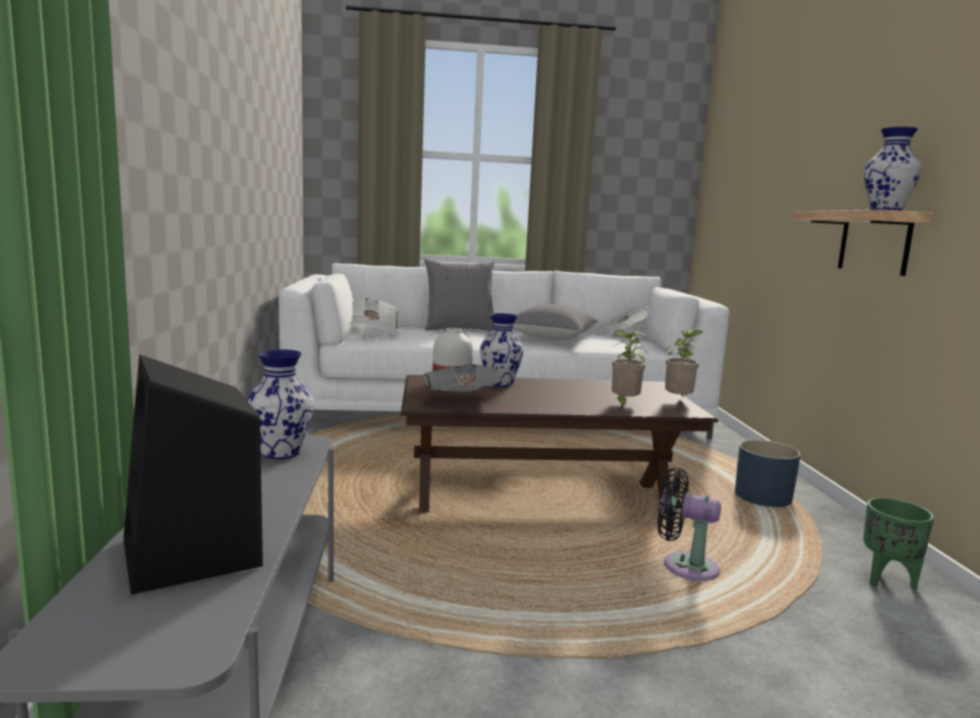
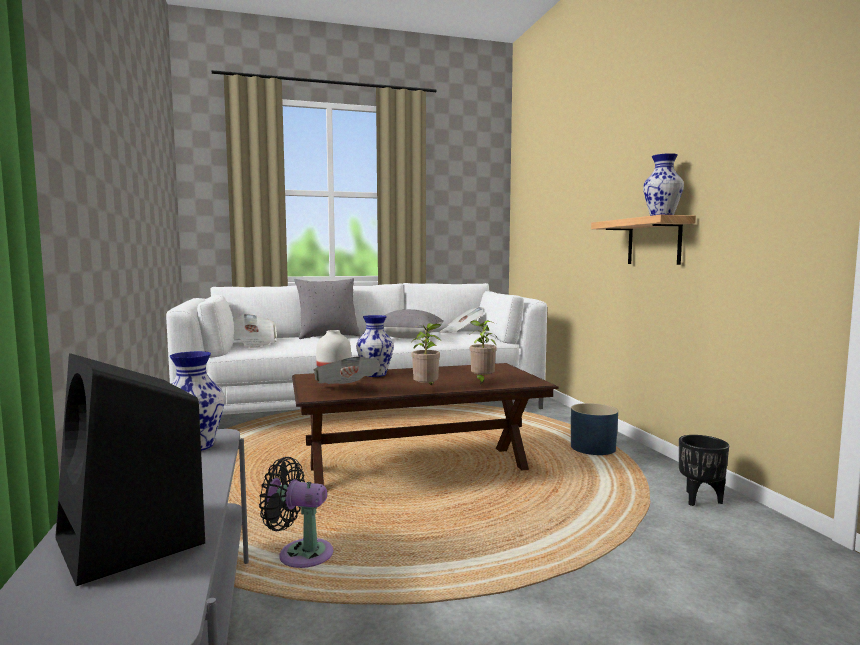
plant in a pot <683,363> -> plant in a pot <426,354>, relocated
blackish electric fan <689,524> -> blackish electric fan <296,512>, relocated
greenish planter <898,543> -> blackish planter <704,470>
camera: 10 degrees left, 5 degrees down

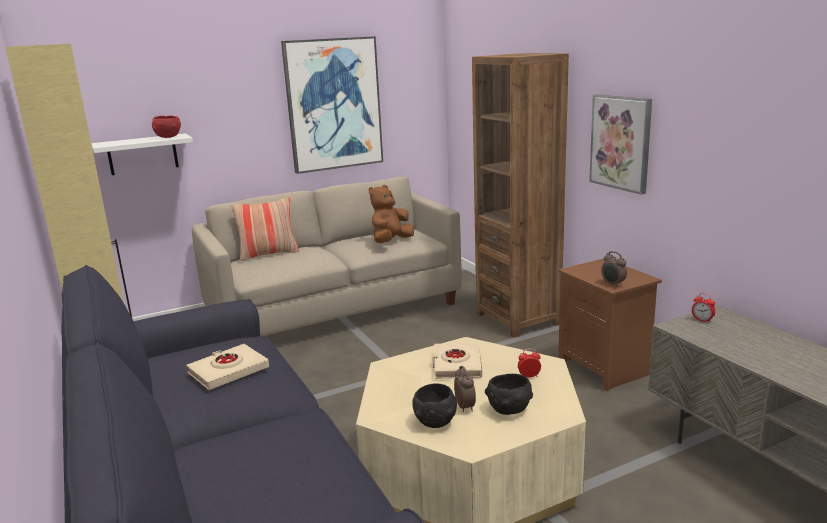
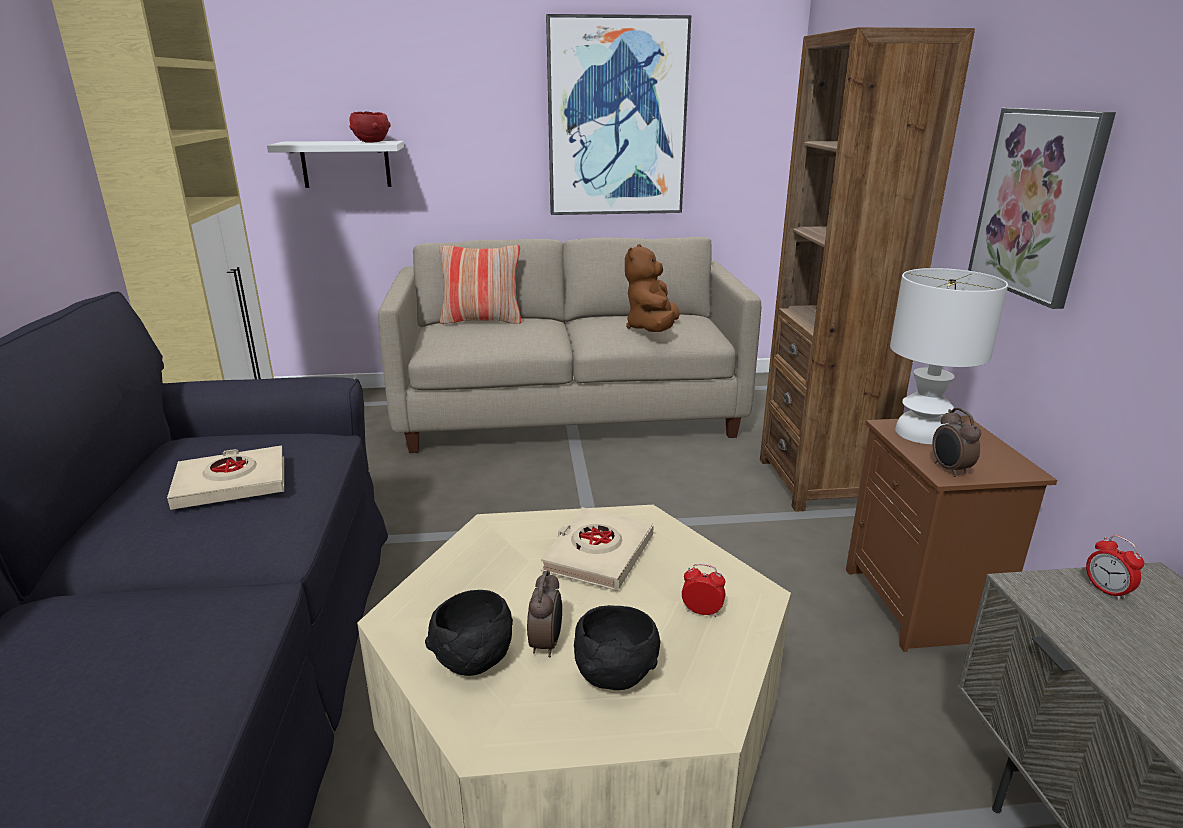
brown soft toy <391,214> -> brown soft toy <652,288>, 45 degrees counterclockwise
none -> white-coloured tabletop lamp <949,356>
camera: 20 degrees right, 5 degrees up

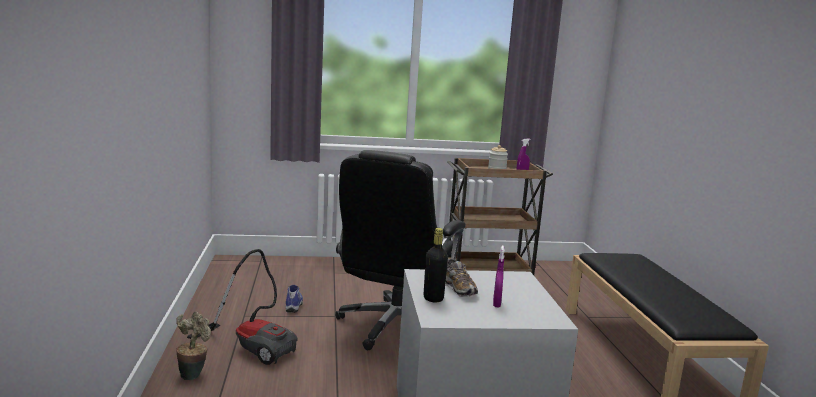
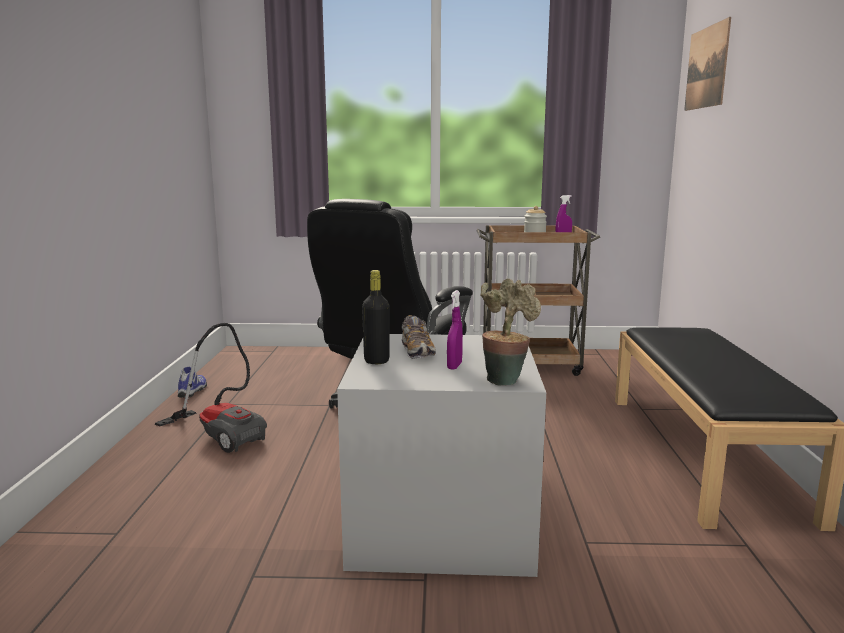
shoe <294,299> -> shoe <192,382>, relocated
plant in a pot <193,345> -> plant in a pot <510,332>, relocated
none -> wall picture <707,64>
camera: 10 degrees right, 0 degrees up

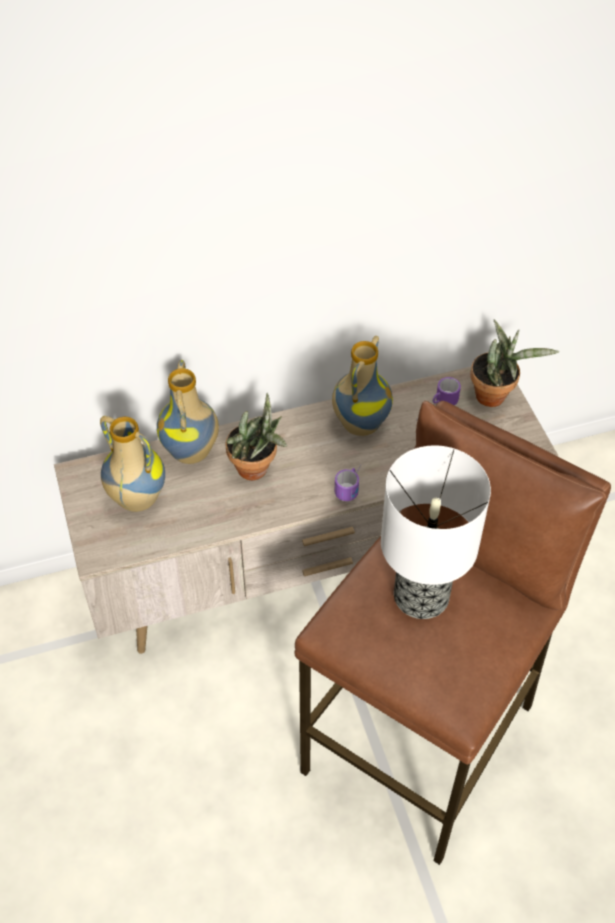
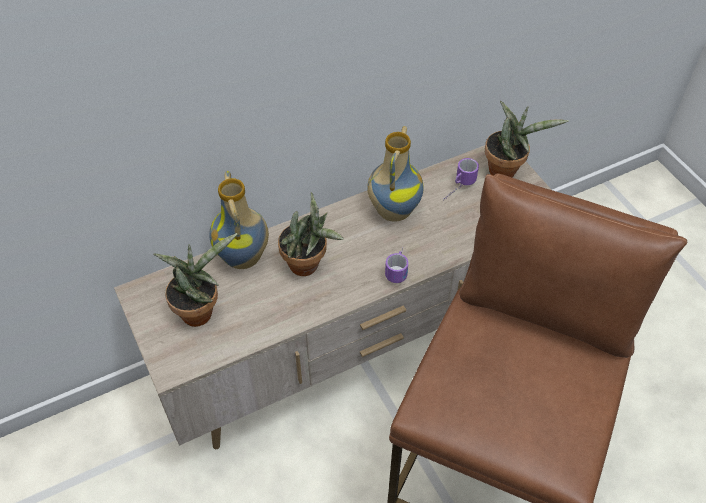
decorative vase <132,464> -> plant in a pot <195,280>
tabletop lamp <436,532> -> none
camera: 10 degrees left, 0 degrees up

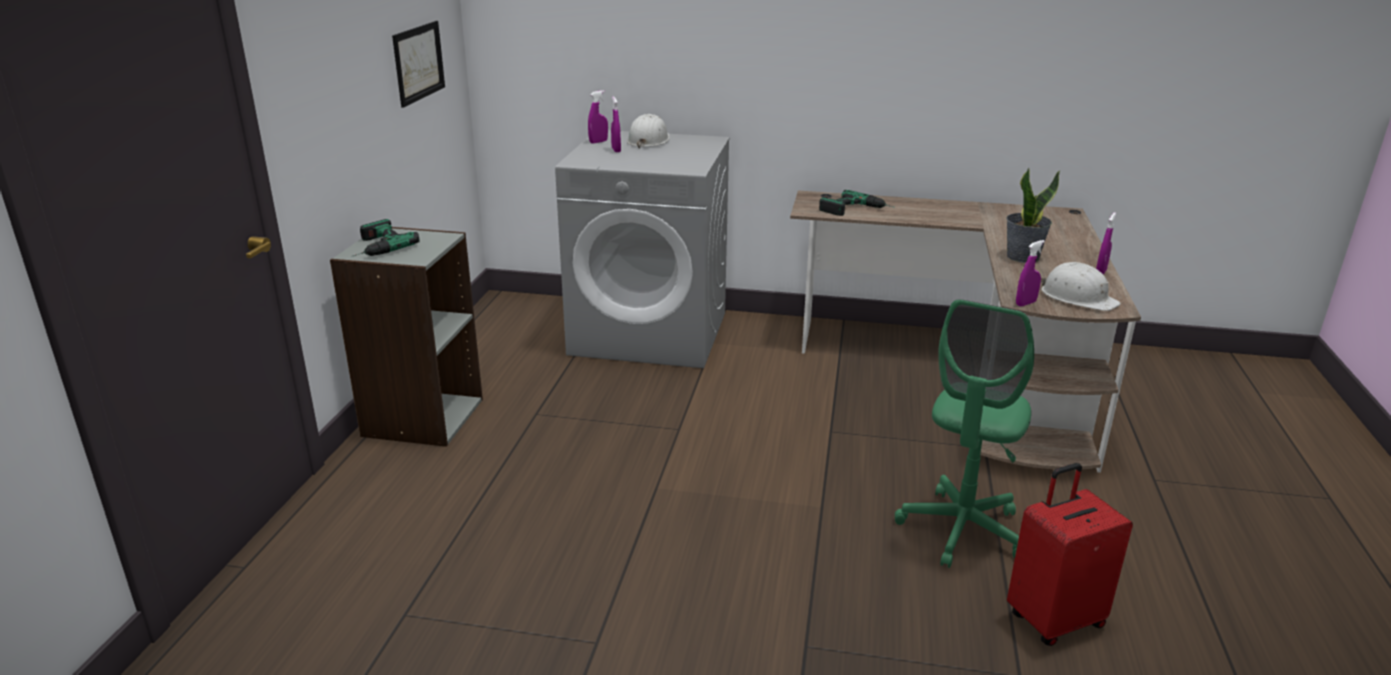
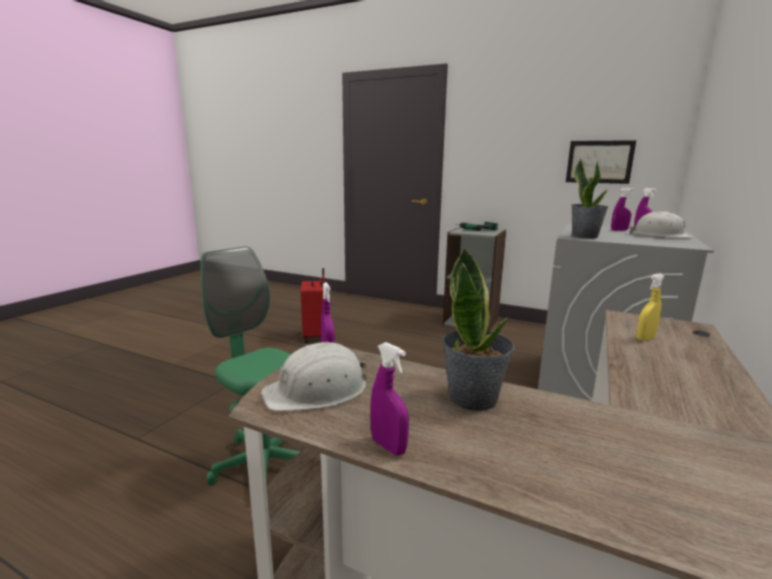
power drill <857,203> -> yellow spray bottle <650,307>
reddish suitcase <1070,554> -> reddish suitcase <313,305>, relocated
none -> plant in a pot <590,199>
camera: 105 degrees right, 10 degrees down

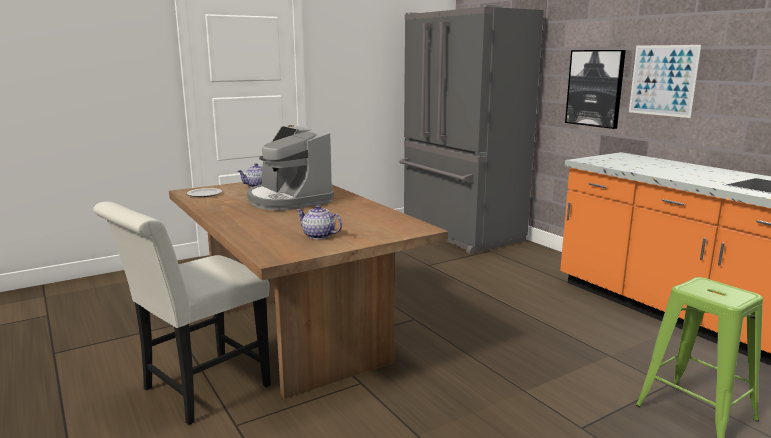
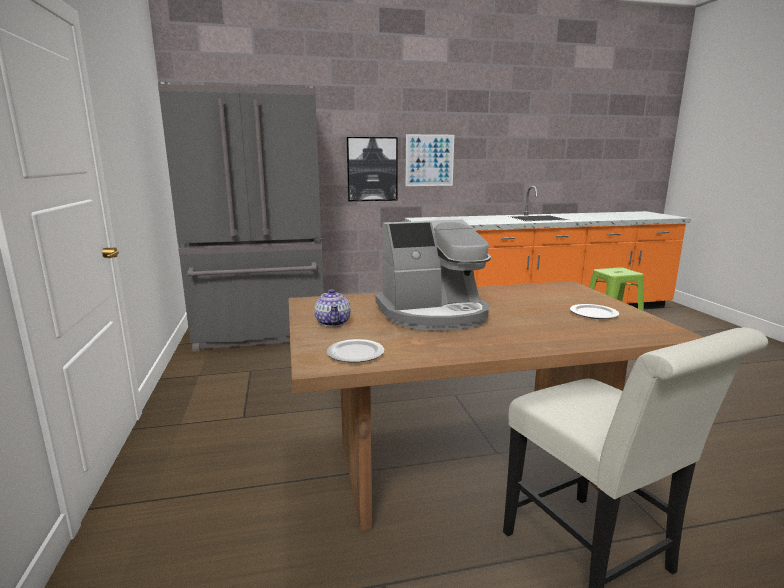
tea pot <319,222> -> dinner plate <594,311>
camera: 70 degrees left, 0 degrees up

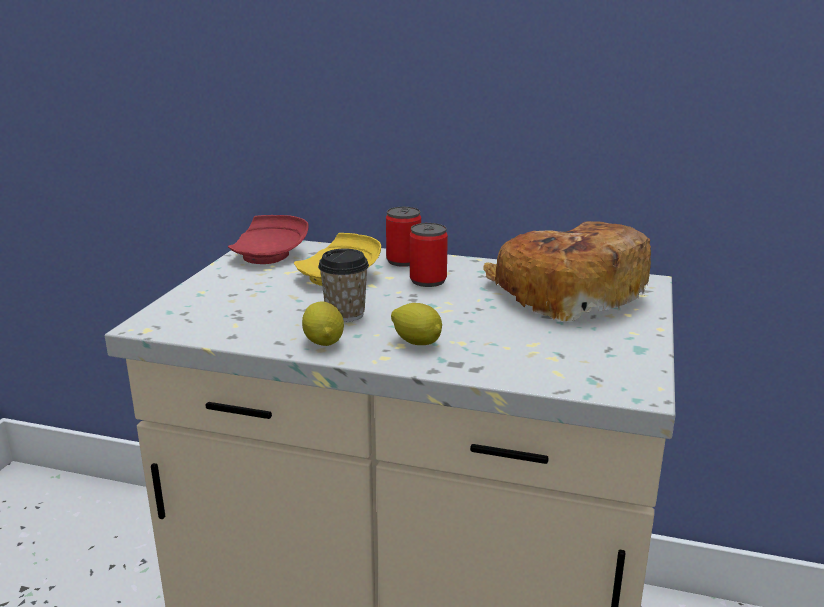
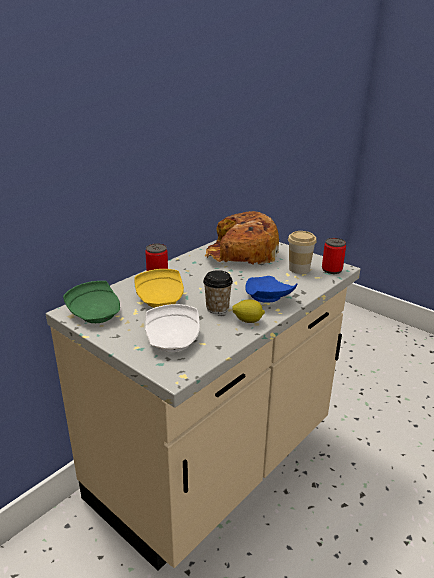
reddish dinner plate <268,239> -> greenish dinner plate <91,302>
metal can <429,255> -> metal can <334,256>, relocated
lemon <416,324> -> blue dinner plate <271,289>
none -> small cup <302,252>
none -> white-coloured dinner plate <172,328>
camera: 65 degrees left, 5 degrees up

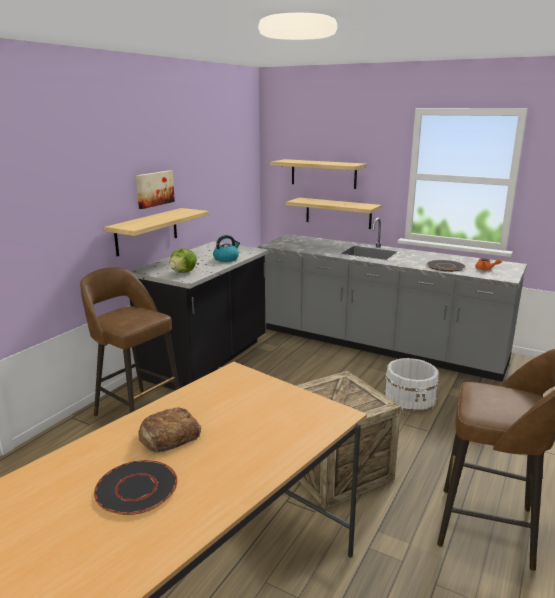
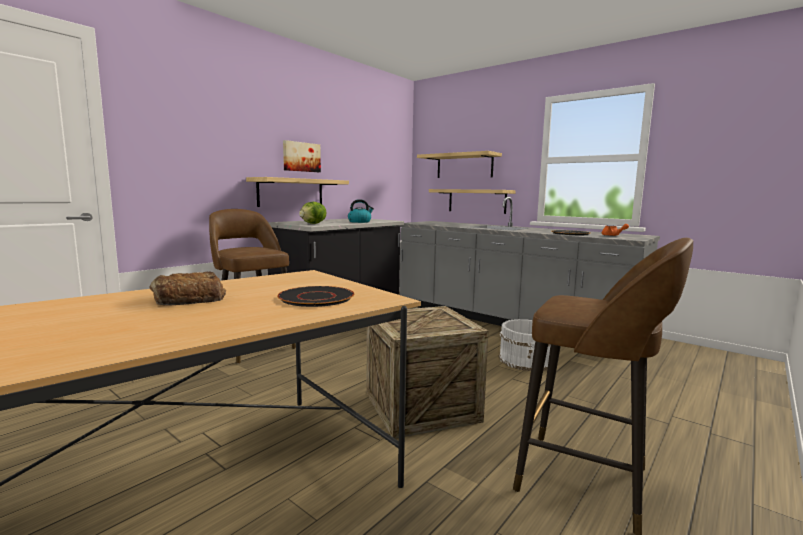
blackish dinner plate <136,487> -> blackish dinner plate <315,296>, relocated
camera: 10 degrees right, 10 degrees down

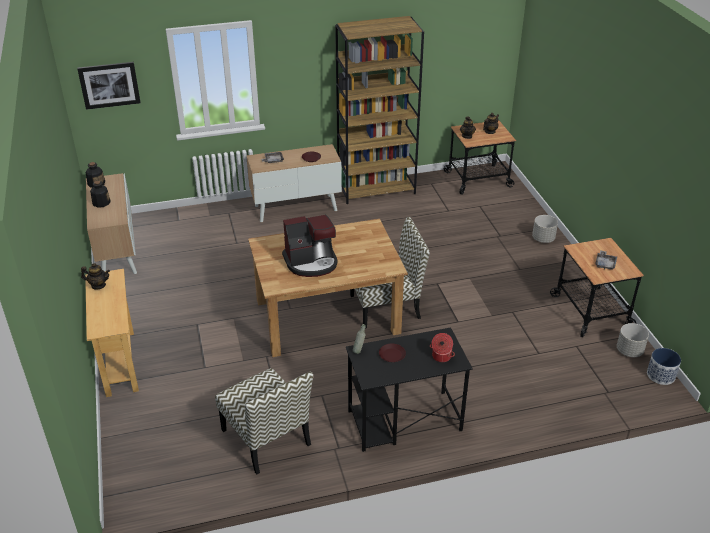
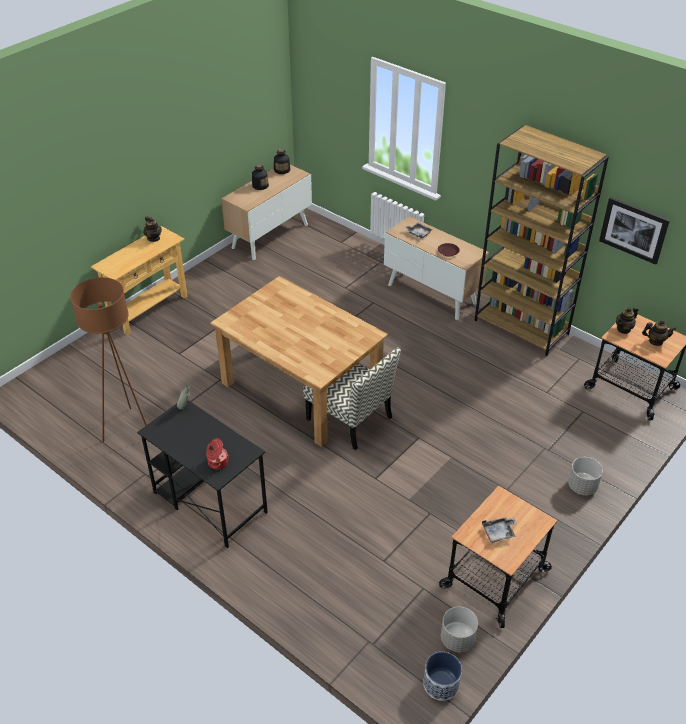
wall picture <109,86> -> wall picture <634,231>, relocated
coffee maker <309,245> -> none
brown dinner plate <392,353> -> none
plain chair <264,421> -> brown floor lamp <108,359>
camera: 55 degrees right, 5 degrees up

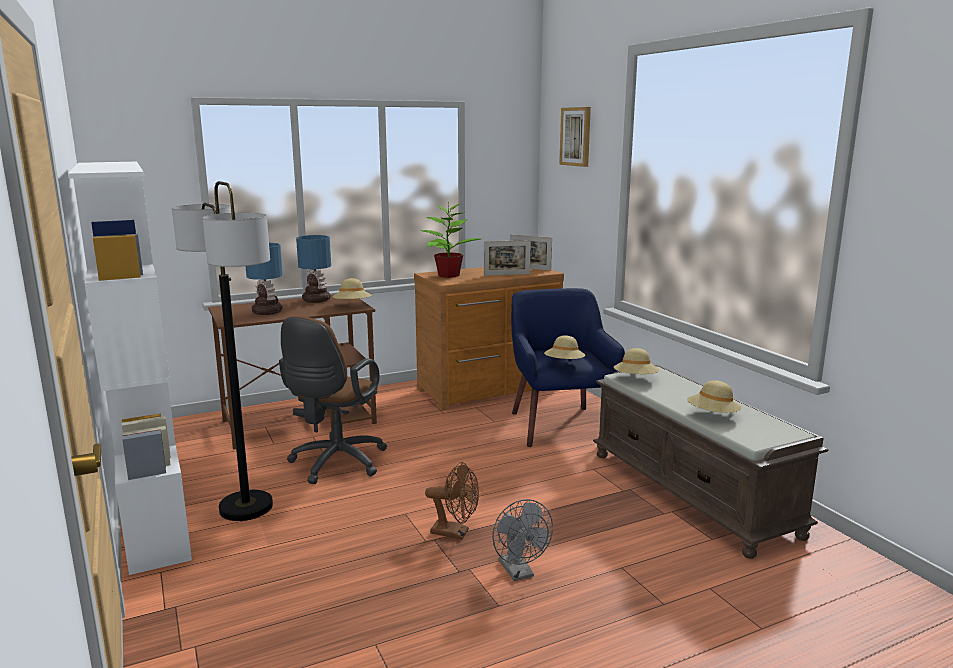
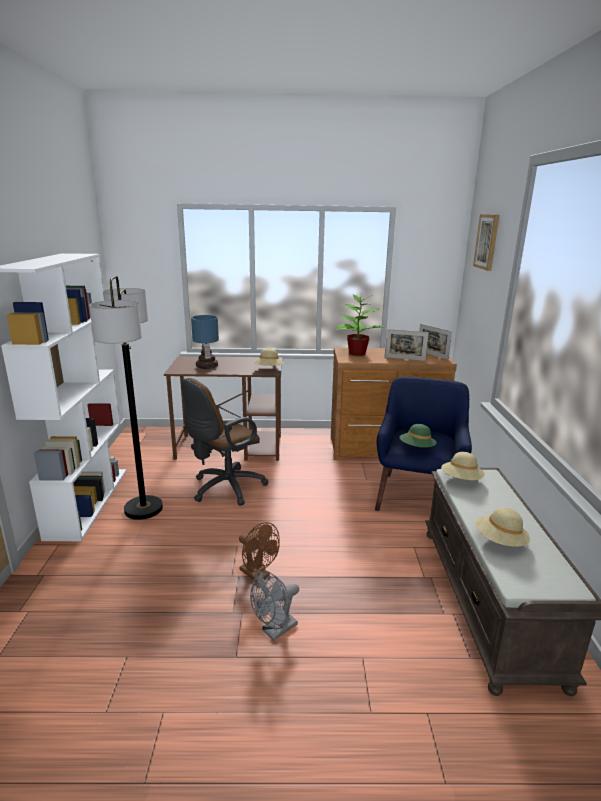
tabletop lamp <313,269> -> none
beige wearable hat <564,347> -> greenish wearable hat <418,436>
gray electric fan <523,540> -> gray electric fan <274,606>, 45 degrees clockwise
camera: 25 degrees right, 5 degrees up

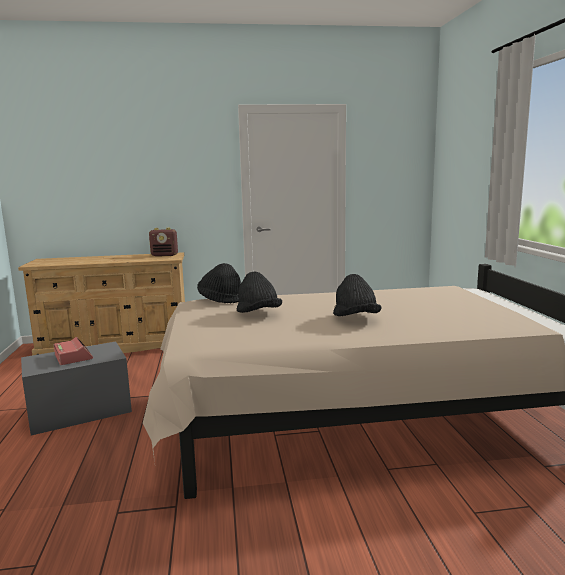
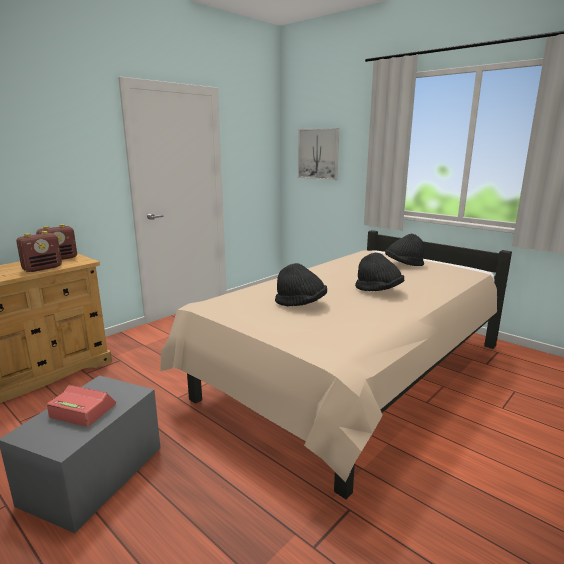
blackish wearable hat <219,283> -> blackish wearable hat <404,250>, relocated
none -> wall picture <318,154>
none -> radio receiver <39,251>
camera: 40 degrees left, 5 degrees up

